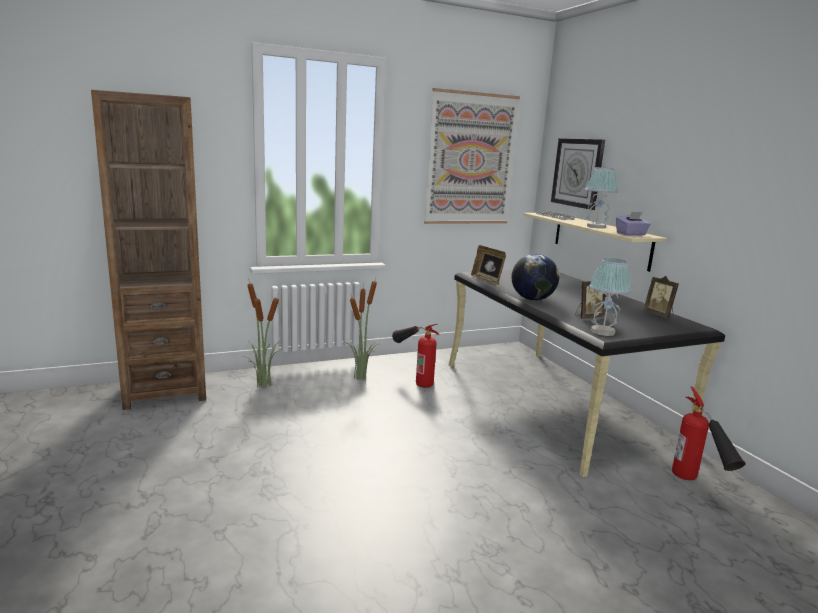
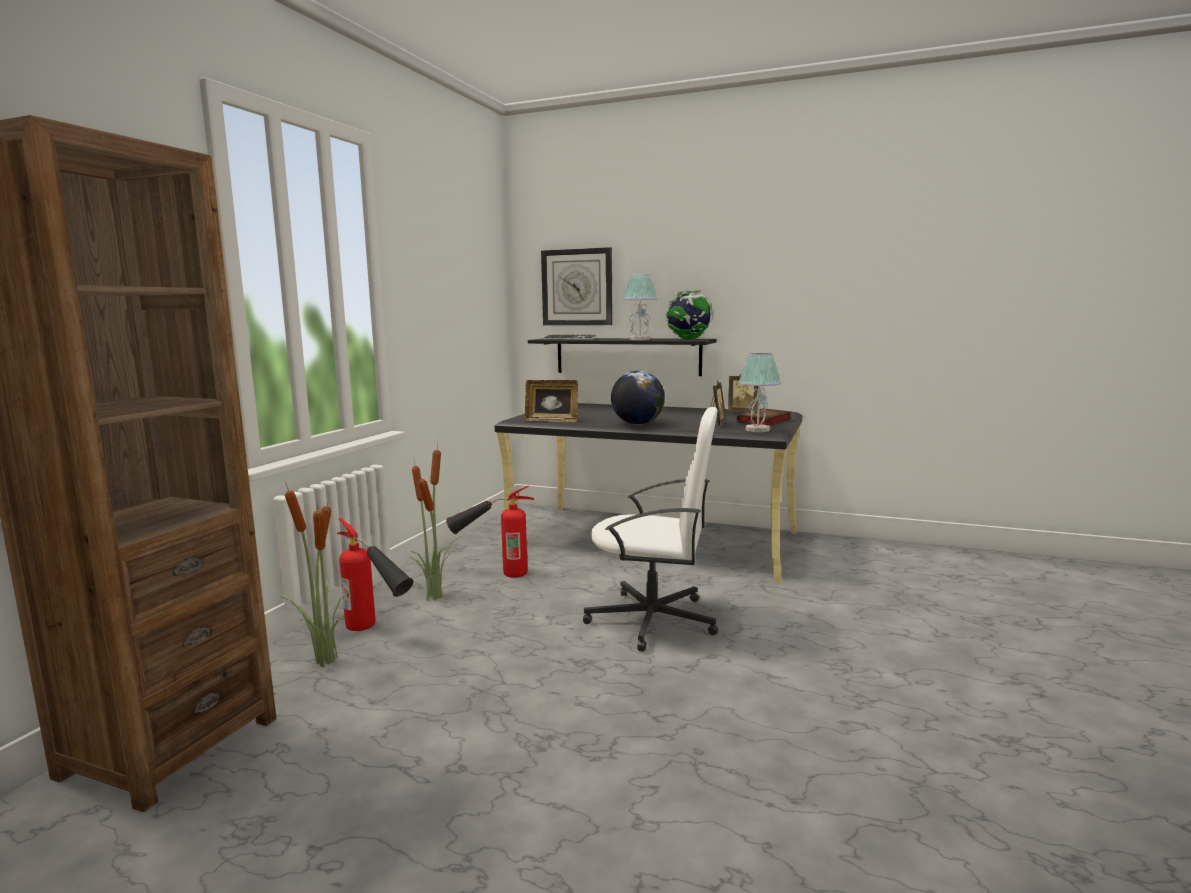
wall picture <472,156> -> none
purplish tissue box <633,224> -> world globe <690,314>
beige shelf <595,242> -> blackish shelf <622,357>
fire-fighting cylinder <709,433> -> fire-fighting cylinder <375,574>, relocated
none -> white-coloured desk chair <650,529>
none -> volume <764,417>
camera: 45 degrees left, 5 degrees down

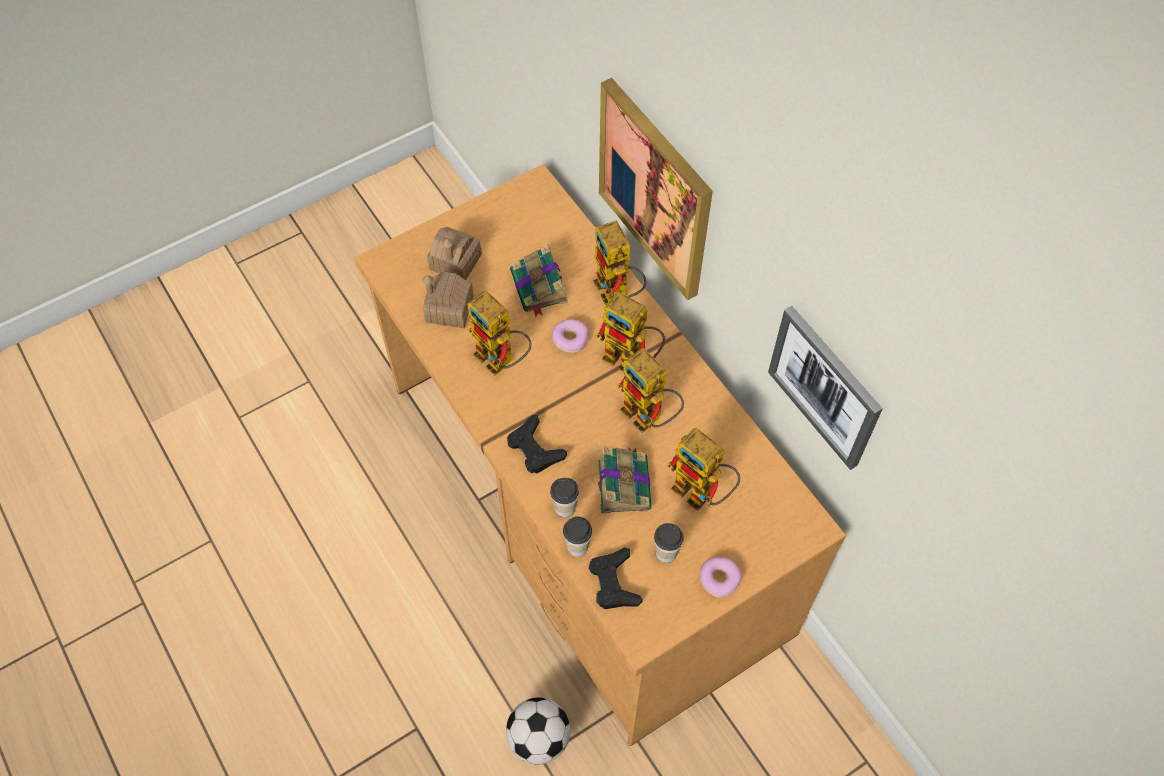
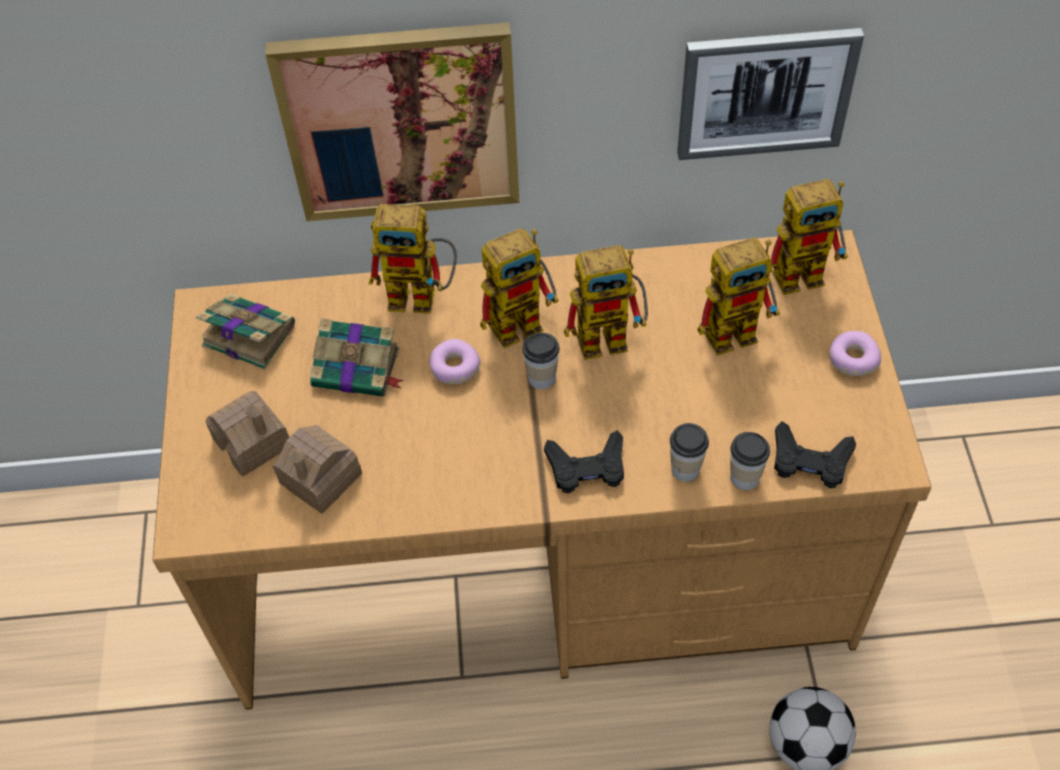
model robot <499,333> -> model robot <809,237>, relocated
volume <625,479> -> volume <245,332>, relocated
small cup <669,543> -> small cup <540,361>, relocated
camera: 60 degrees left, 5 degrees down

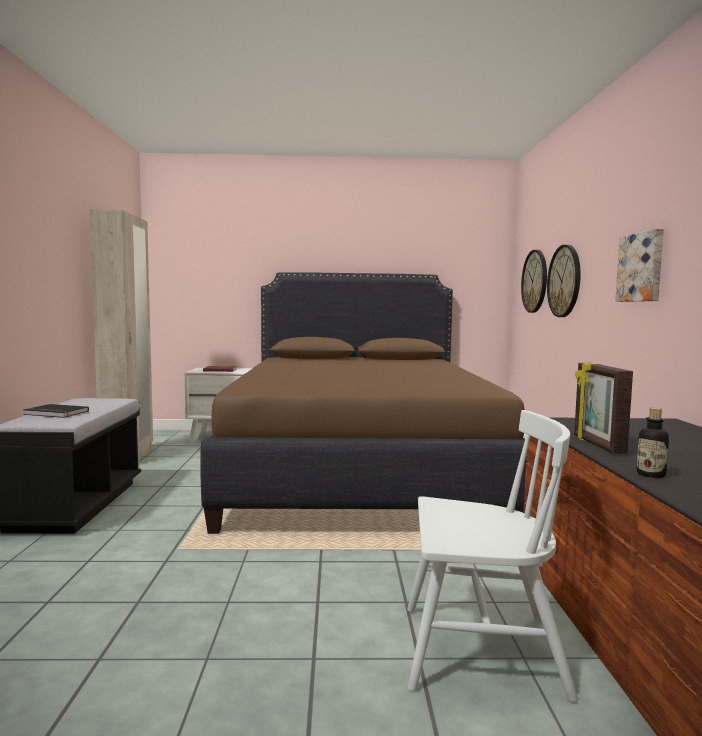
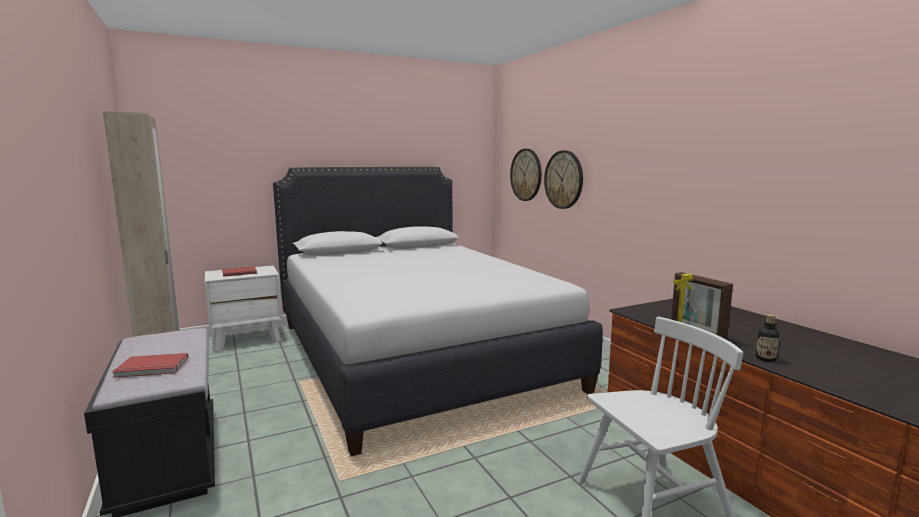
wall picture <639,265> -> none
brown bed <363,403> -> white-coloured bed <438,311>
blackish volume <56,411> -> reddish volume <150,365>
camera: 25 degrees left, 5 degrees up

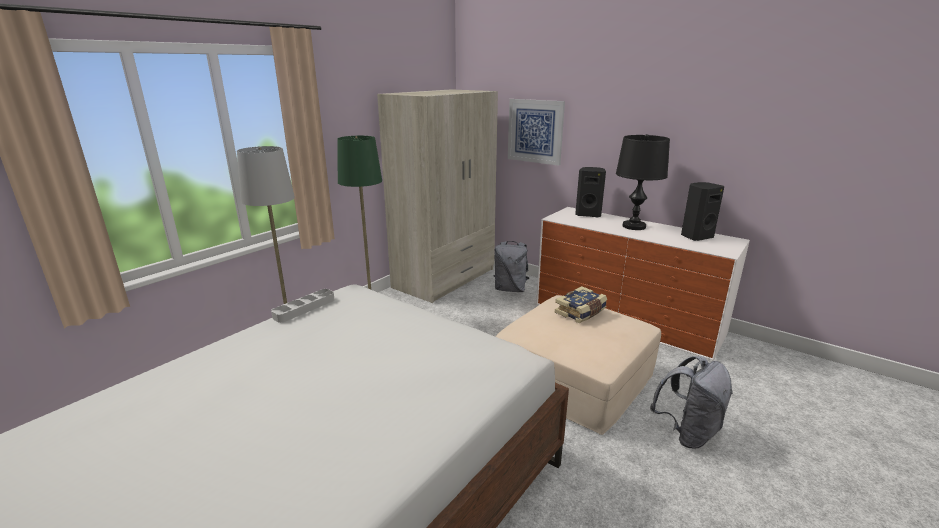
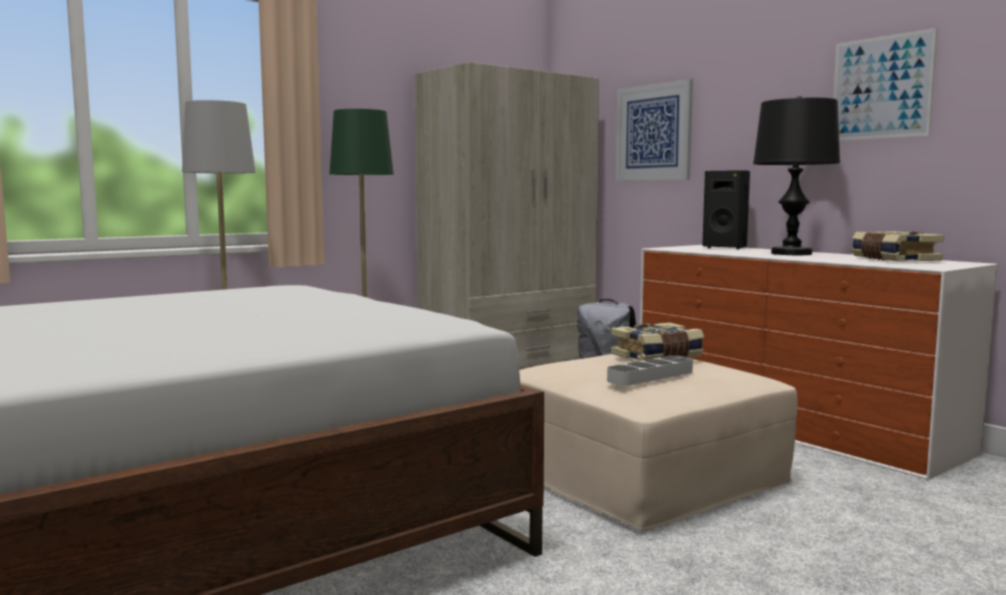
blackish speaker <702,211> -> volume <898,246>
gray serving tray <303,306> -> gray serving tray <650,370>, relocated
gray backpack <691,402> -> none
none -> wall picture <885,84>
camera: 15 degrees right, 15 degrees down

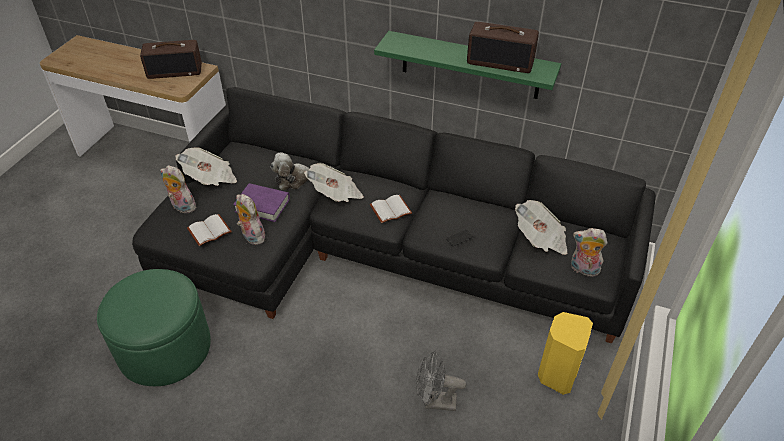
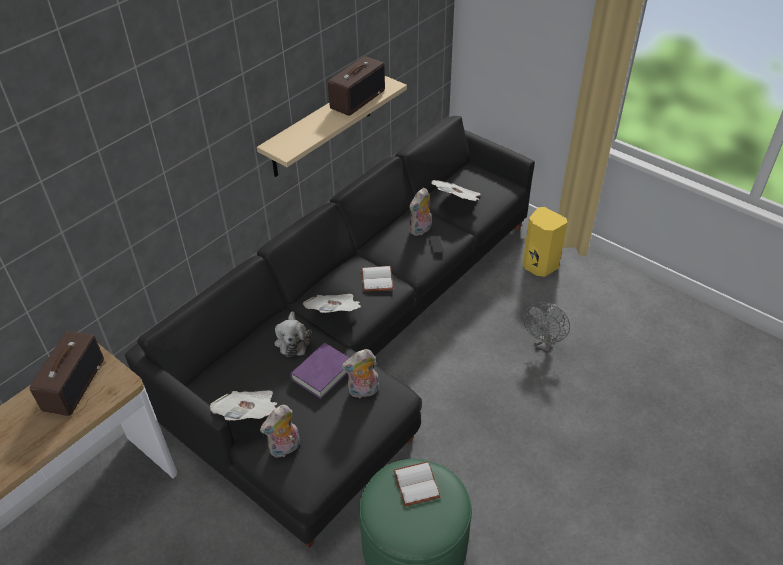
greenish shelf <467,65> -> beige shelf <332,126>
white-coloured volume <209,230> -> white-coloured volume <417,484>, relocated
soft toy <589,252> -> soft toy <420,212>, relocated
camera: 70 degrees left, 0 degrees up

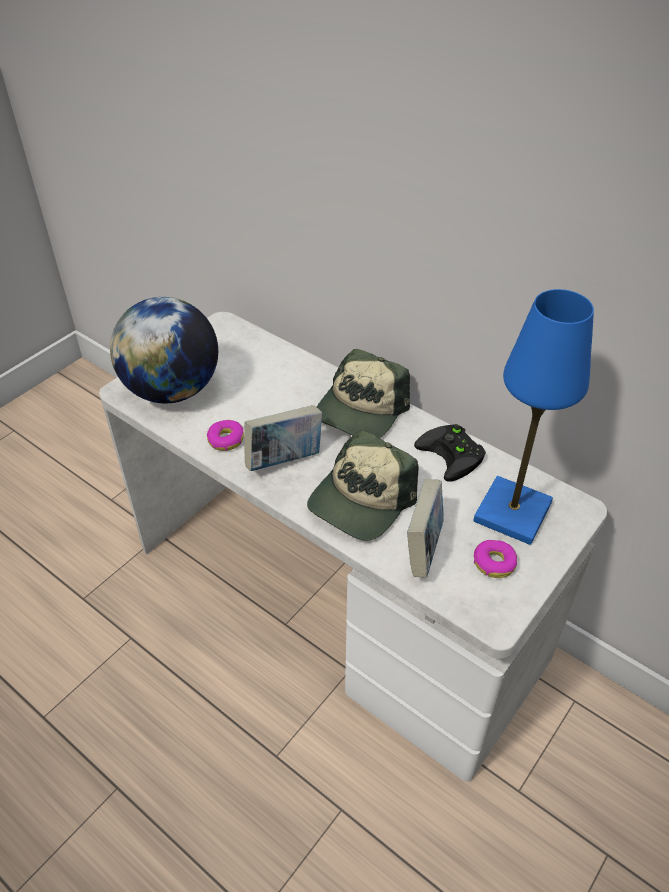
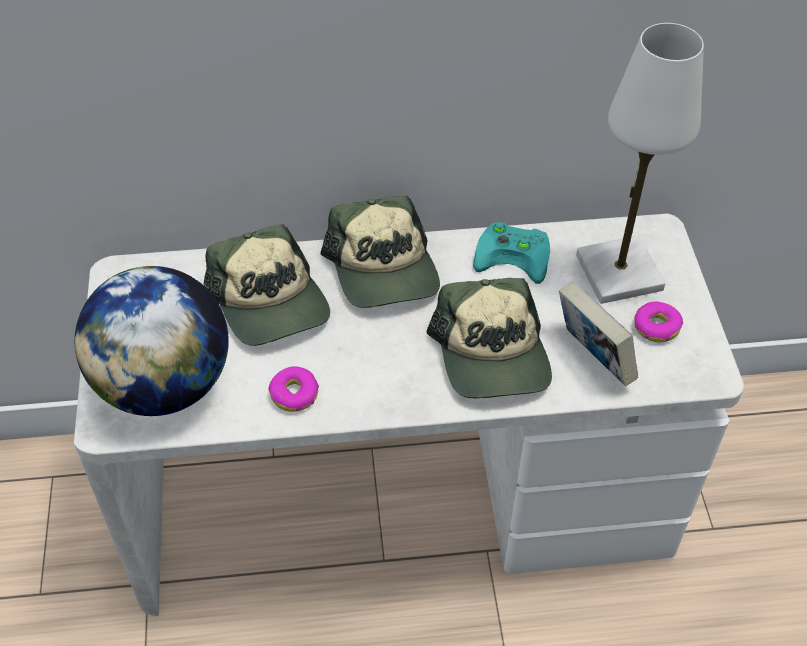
blue tabletop lamp <533,417> -> white-coloured tabletop lamp <640,163>
volume <283,438> -> none
blackish gamepad <450,453> -> blue-green gamepad <511,253>
none -> peaked cap <267,285>
camera: 45 degrees left, 5 degrees up

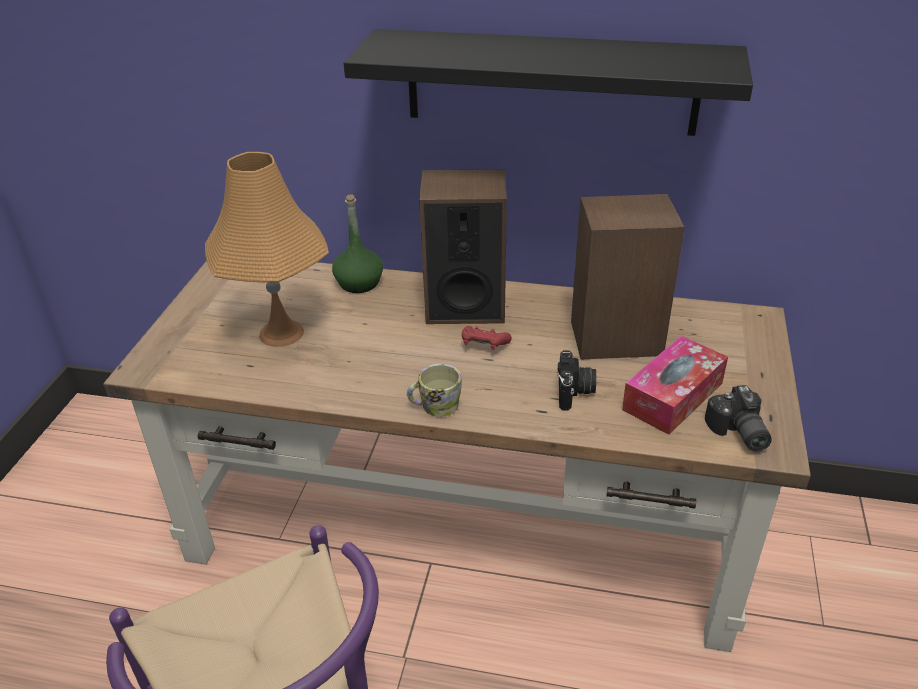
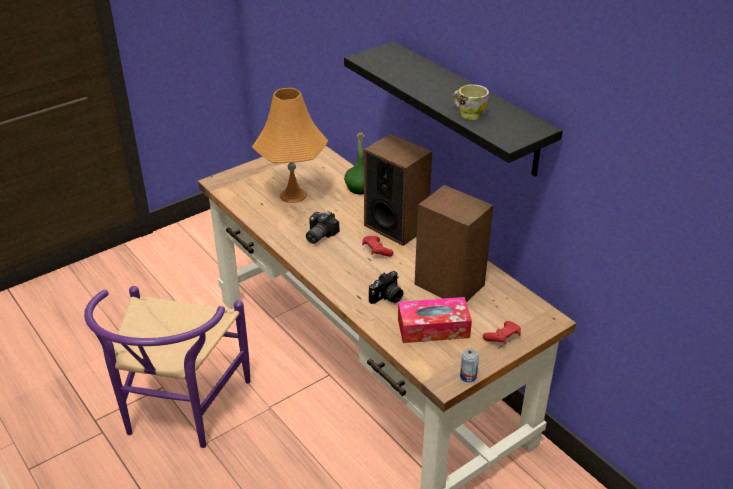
mug <434,390> -> mug <470,102>, relocated
photo camera <738,418> -> photo camera <322,227>, relocated
none -> reddish gamepad <502,332>
none -> metal can <469,365>
camera: 40 degrees right, 0 degrees up

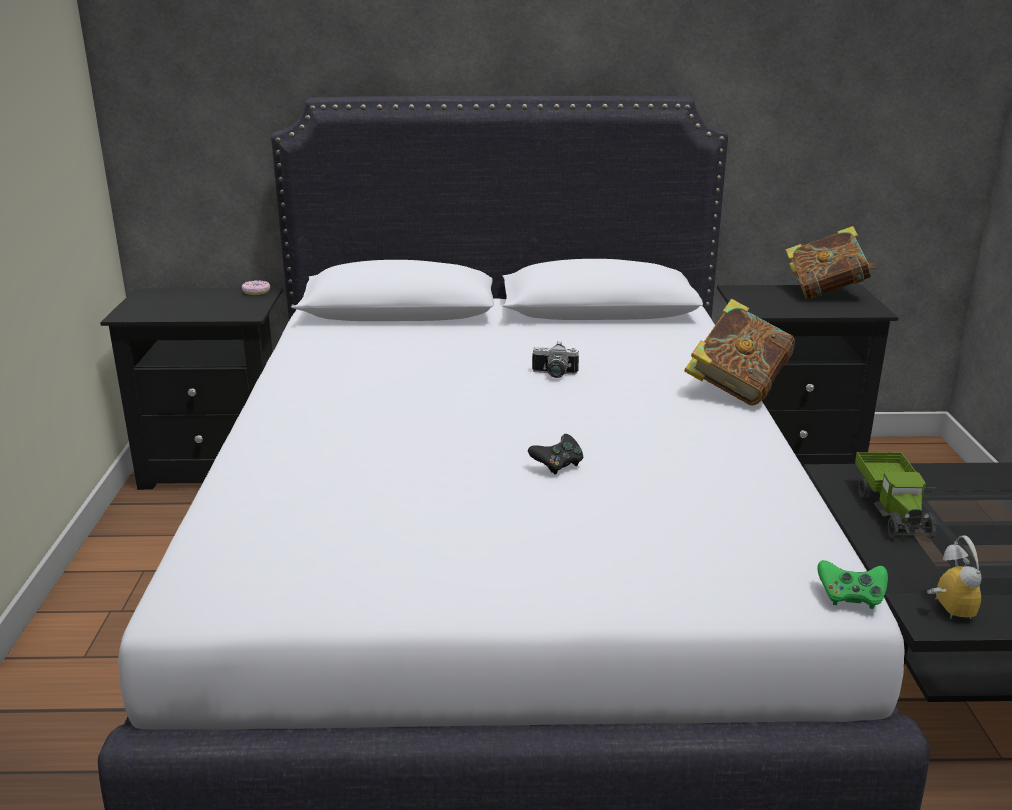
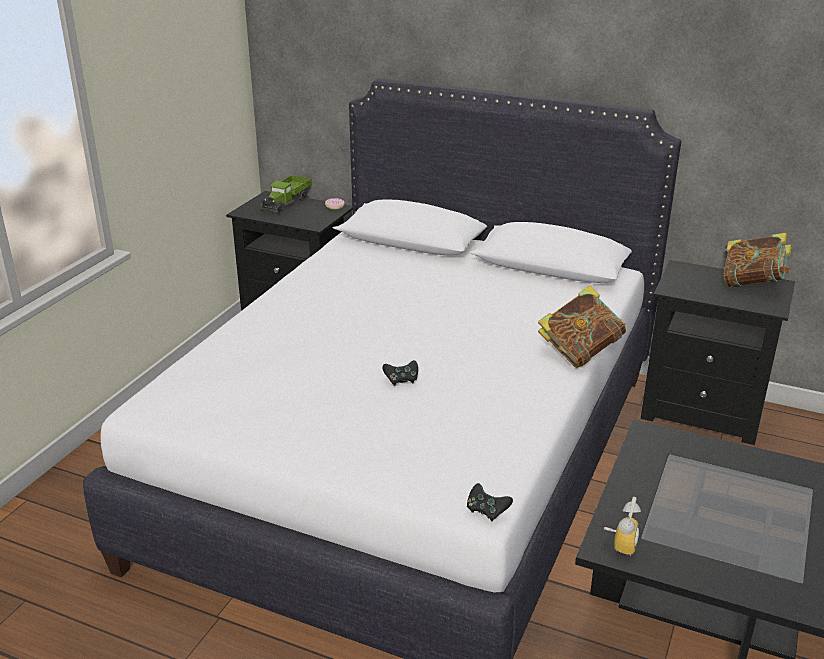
photo camera <555,359> -> none
model truck <896,495> -> model truck <286,194>, relocated
greenish gamepad <852,584> -> blackish gamepad <490,502>
camera: 25 degrees right, 5 degrees up

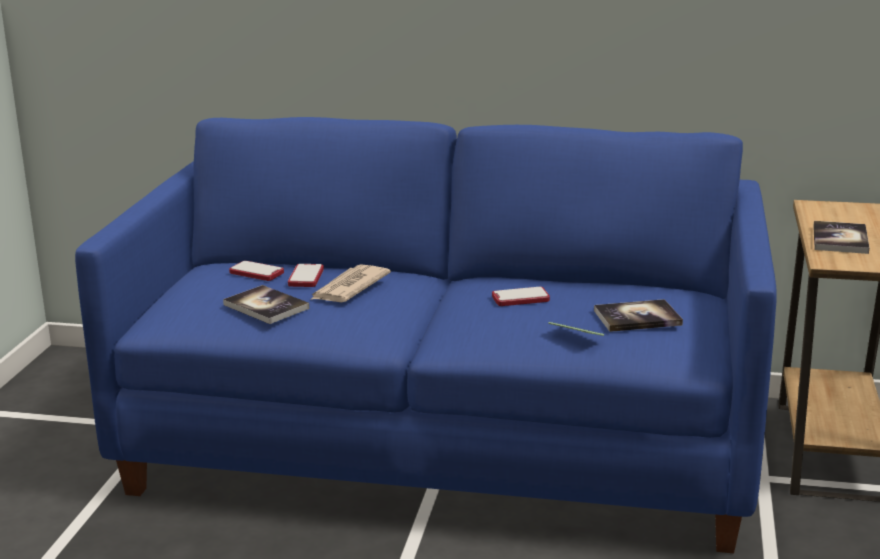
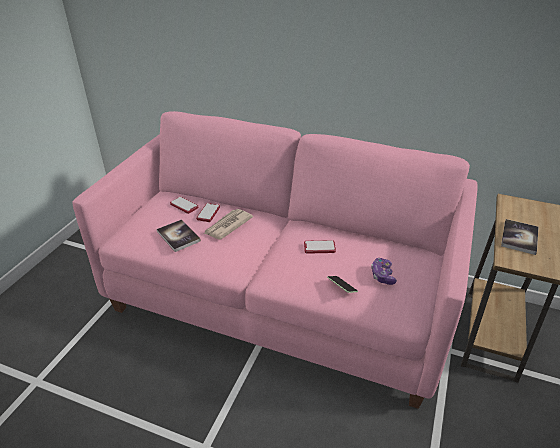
blue couch <426,335> -> pink couch <275,260>
volume <638,315> -> gamepad <384,271>
camera: 10 degrees right, 15 degrees up

